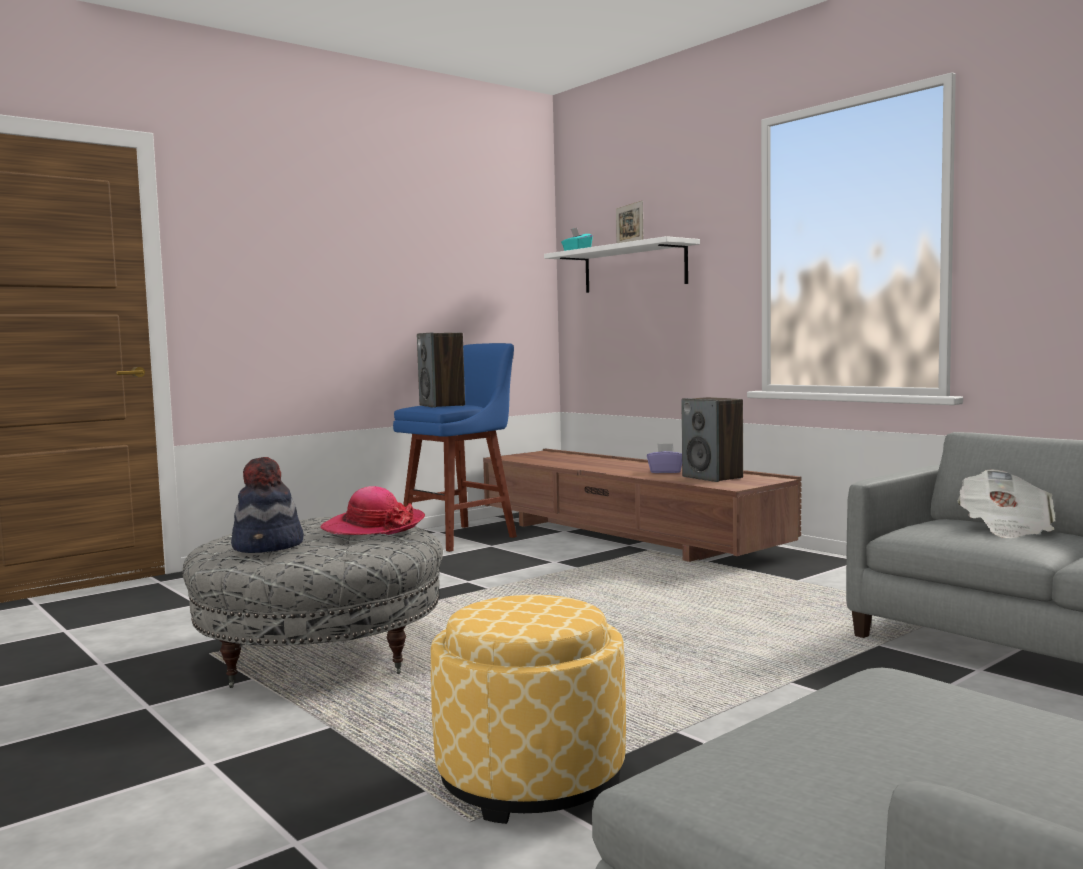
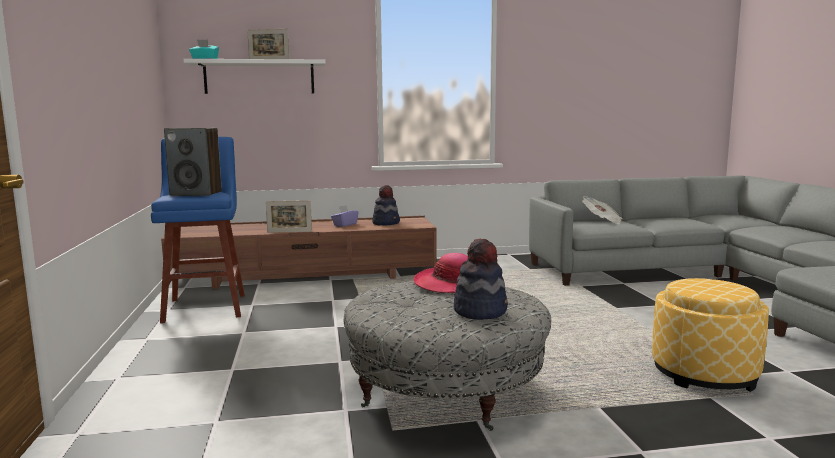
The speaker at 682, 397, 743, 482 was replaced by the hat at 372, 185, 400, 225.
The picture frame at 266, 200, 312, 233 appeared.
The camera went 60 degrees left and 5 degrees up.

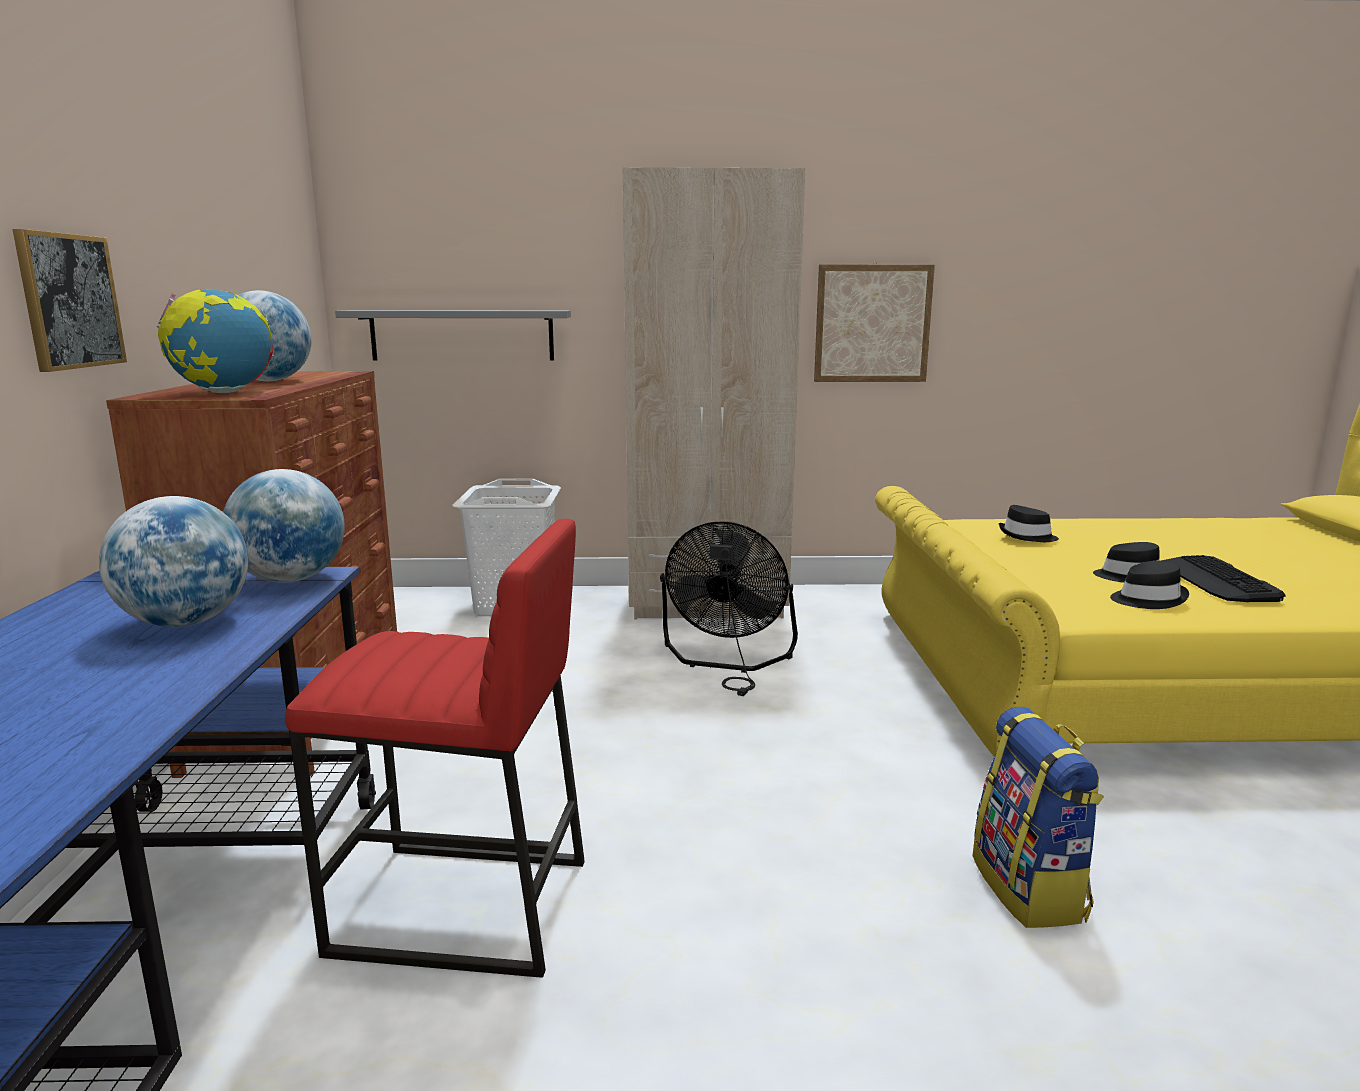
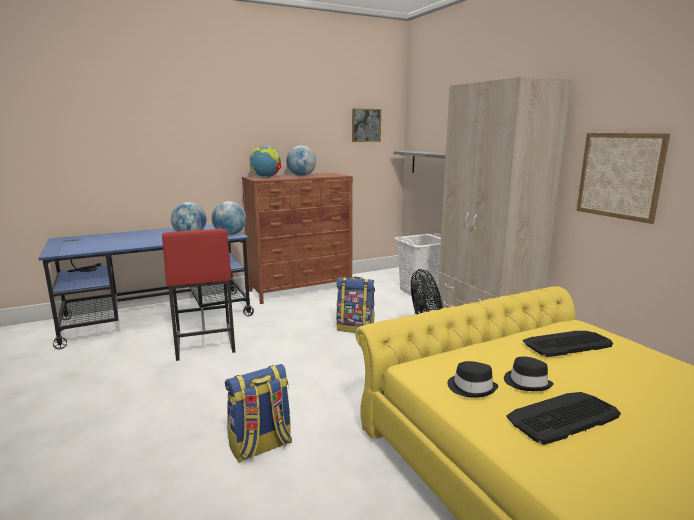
The picture moved from 12, 229, 127, 372 to 352, 108, 381, 142.
The black hat at 999, 505, 1059, 542 was replaced by the keyboard at 523, 331, 613, 357.
The backpack at 336, 277, 375, 333 appeared.
The camera went 65 degrees right and 0 degrees up.

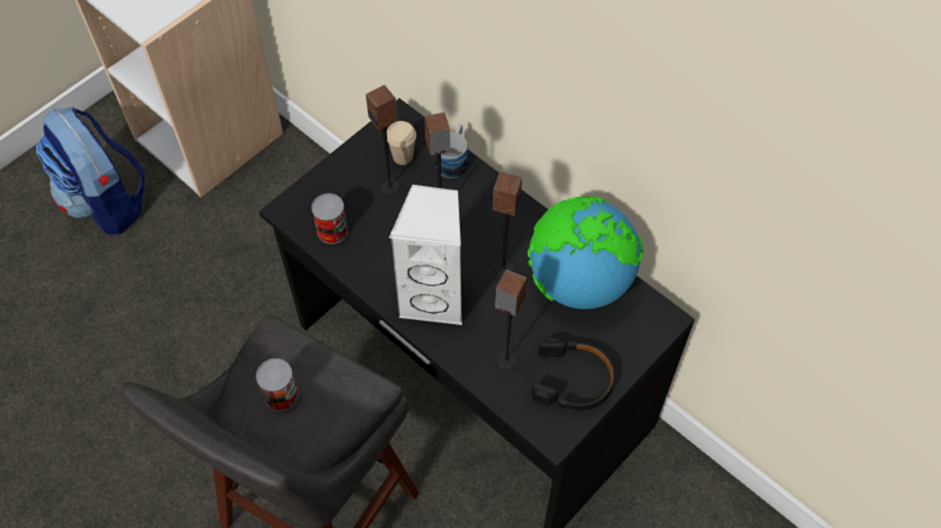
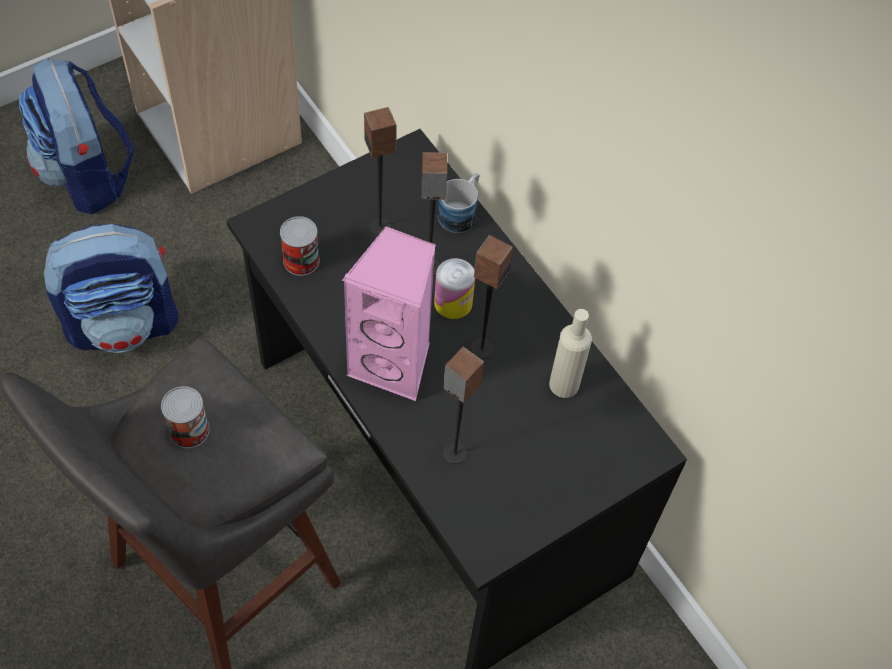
The beige cup at 387, 121, 416, 165 disappeared.
The white speaker at 389, 185, 462, 325 became the pink speaker at 342, 226, 436, 401.
The globe at 528, 196, 643, 309 was replaced by the beige bottle at 549, 309, 592, 398.
The black headphones at 531, 338, 615, 410 disappeared.
The backpack at 43, 224, 179, 353 appeared.
The can at 434, 258, 475, 319 appeared.
The camera went 10 degrees right and 0 degrees up.

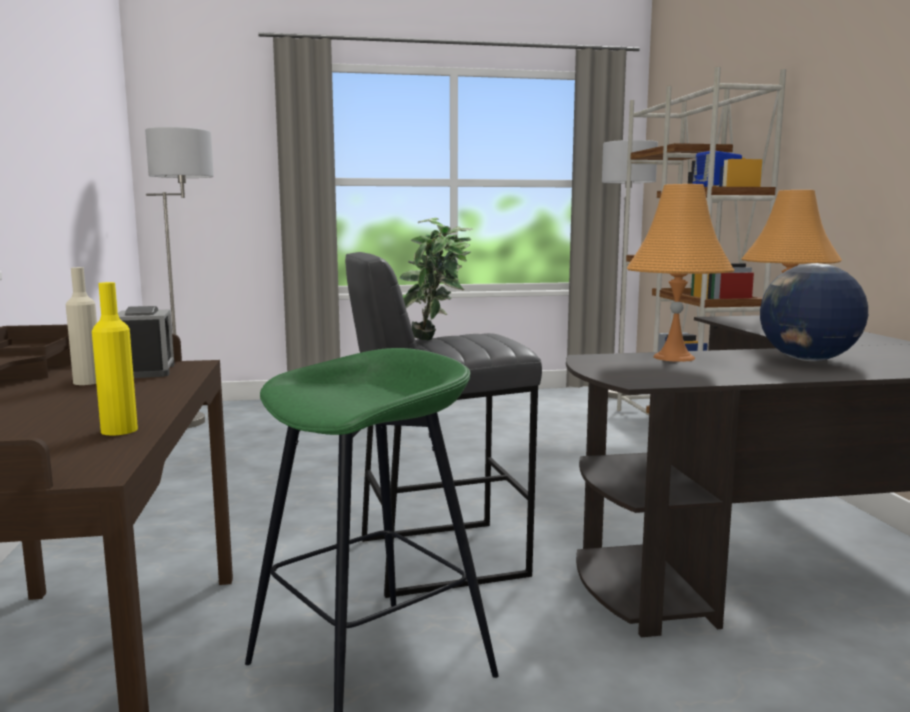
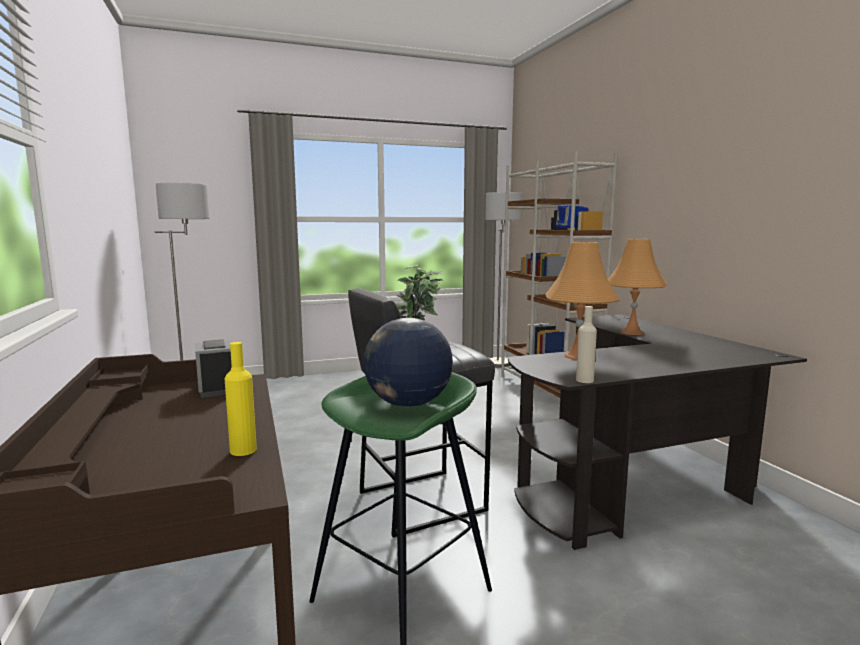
The globe moved from 760, 263, 868, 361 to 364, 318, 453, 407.
The beige bottle moved from 66, 267, 97, 385 to 576, 306, 597, 383.
The camera went 10 degrees left and 0 degrees up.

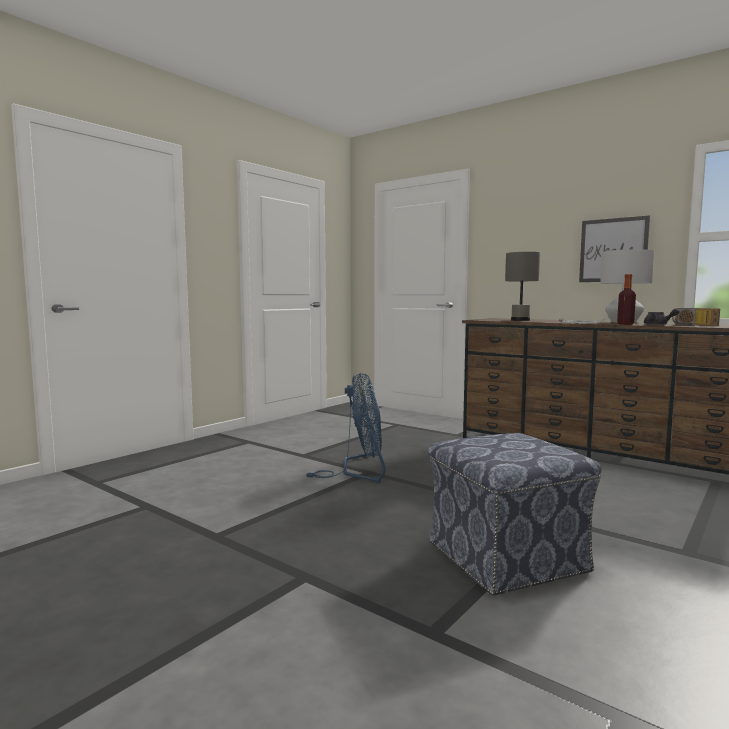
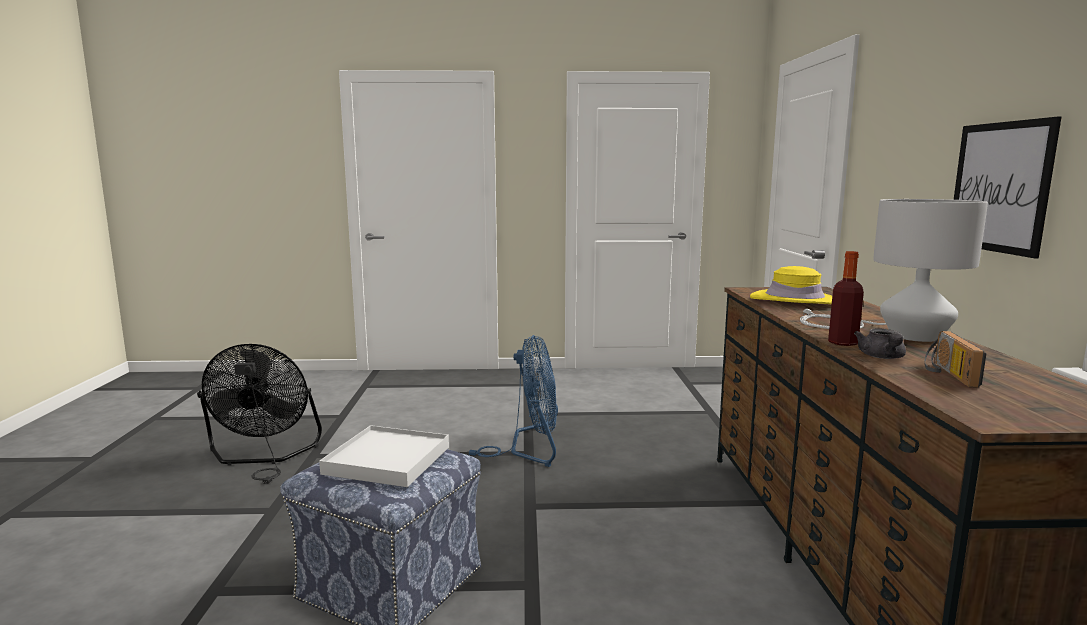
The grey table lamp at 505, 252, 540, 321 was replaced by the yellow hat at 750, 266, 832, 304.
The blue fan at 306, 372, 386, 483 turned 45 degrees counterclockwise.
The black fan at 197, 344, 322, 484 appeared.
The white tray at 319, 425, 449, 487 appeared.
The camera went 50 degrees right and 5 degrees up.

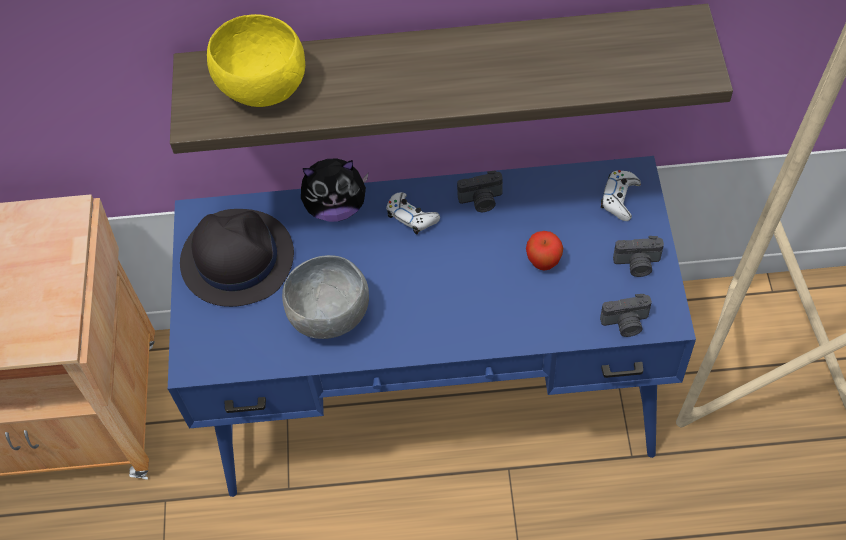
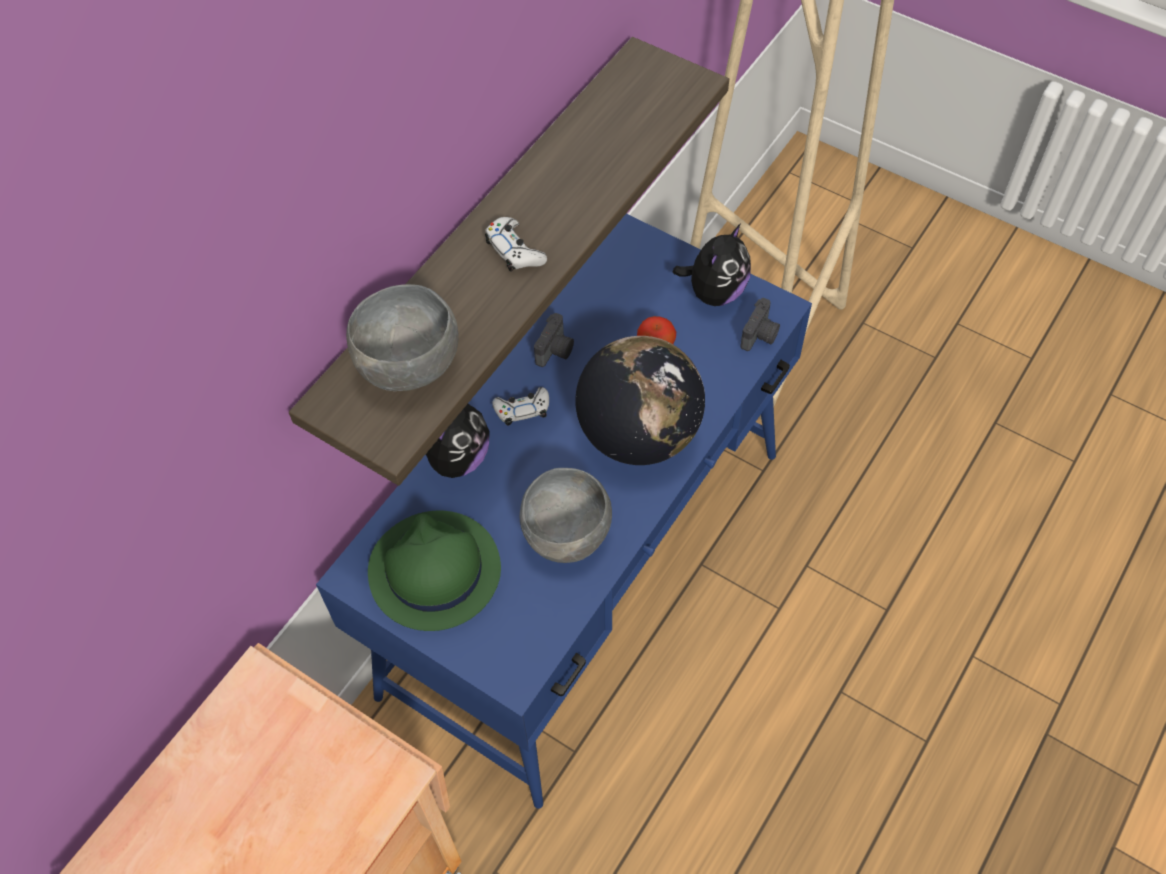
The yellow bowl at 207, 14, 305, 107 became the grey bowl at 346, 284, 459, 391.
The white game controller moved from 601, 170, 641, 221 to 485, 217, 547, 272.
The black hat at 180, 209, 294, 307 became the green hat at 368, 511, 501, 631.
The photo camera at 613, 236, 664, 277 was replaced by the plush toy at 672, 224, 751, 306.
The globe at 575, 336, 705, 465 appeared.
The camera went 55 degrees left and 0 degrees up.

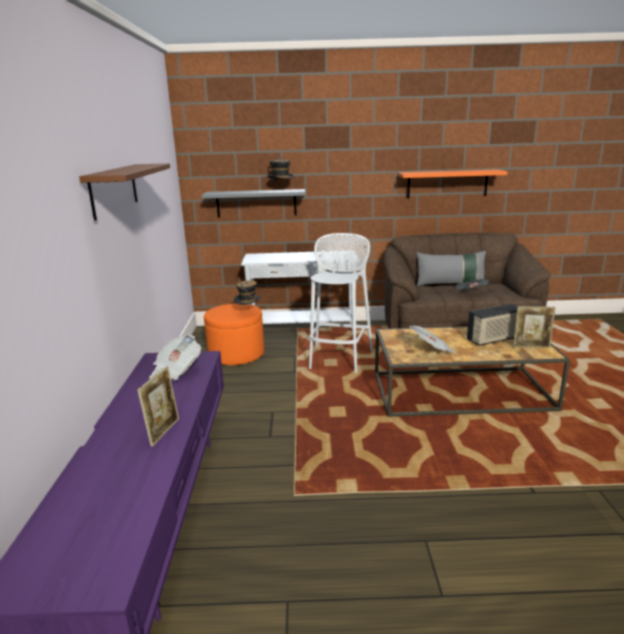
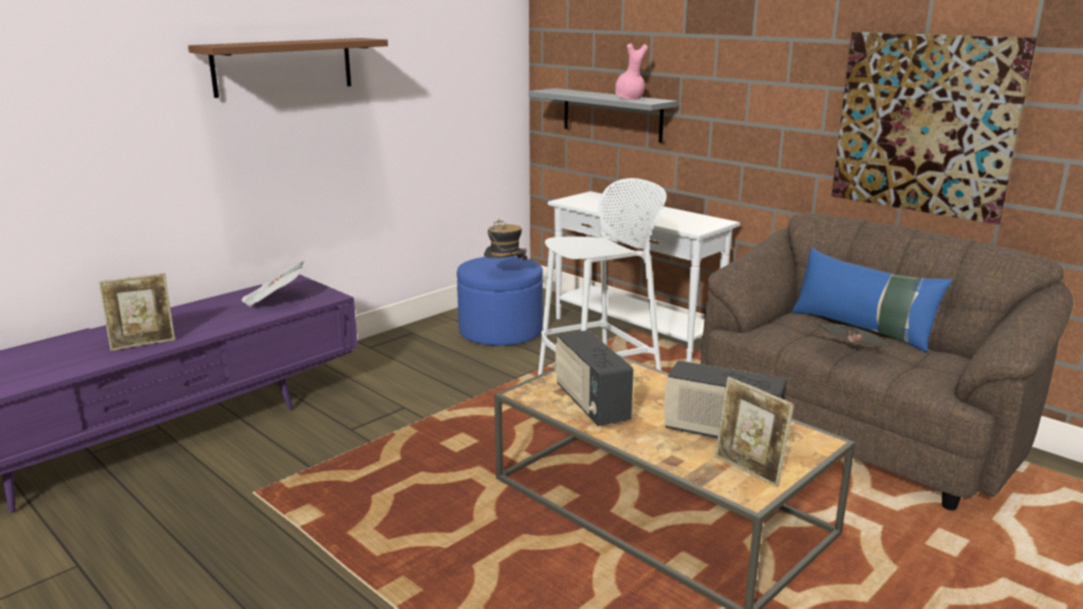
The hat at 268, 157, 293, 187 was replaced by the pink vase at 615, 44, 648, 100.
The orange shelf at 398, 169, 507, 198 was replaced by the picture at 832, 32, 1037, 225.
The grey pillow at 416, 251, 486, 286 became the blue pillow at 792, 248, 952, 352.
The orange ottoman at 204, 303, 264, 365 became the blue ottoman at 457, 256, 543, 346.
The newspaper at 409, 325, 456, 353 was replaced by the radio at 555, 330, 634, 426.
The camera went 45 degrees right and 0 degrees up.

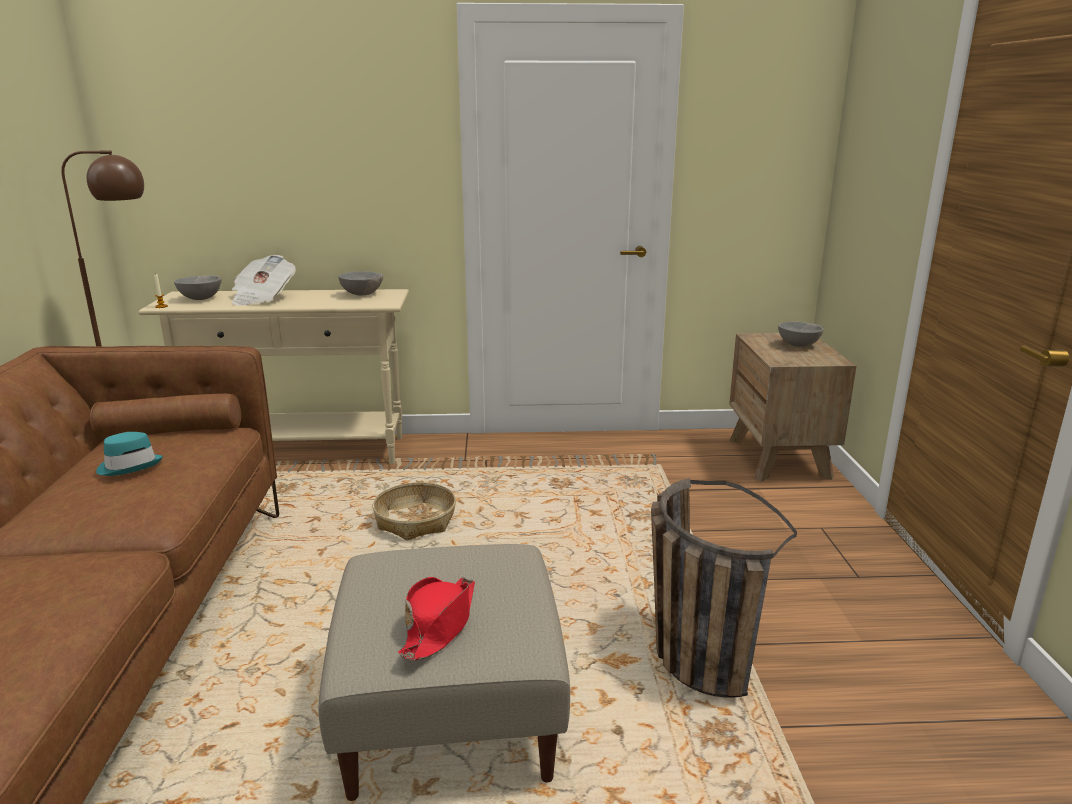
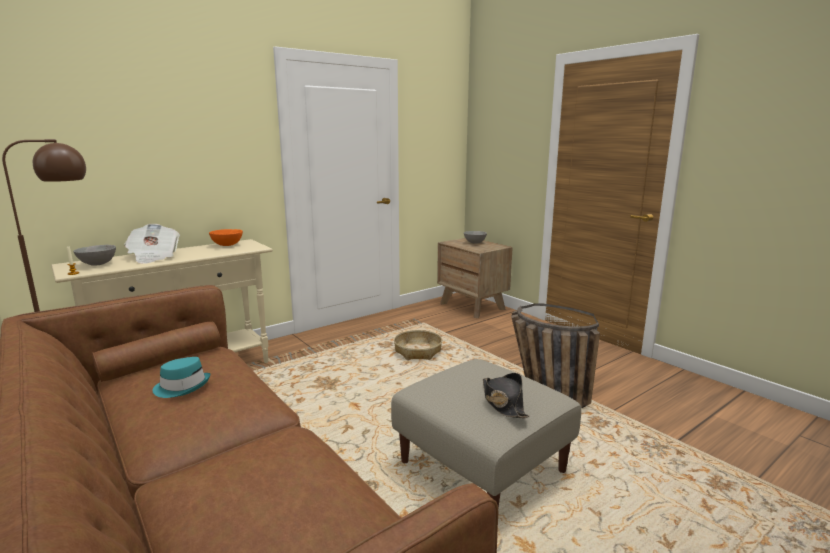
The grey bowl at 338, 271, 383, 295 became the orange bowl at 209, 229, 243, 246.
The basket moved from 373, 482, 456, 540 to 394, 330, 442, 360.
The red hat at 398, 577, 475, 661 became the black hat at 483, 373, 530, 418.
The camera went 35 degrees left and 5 degrees down.

